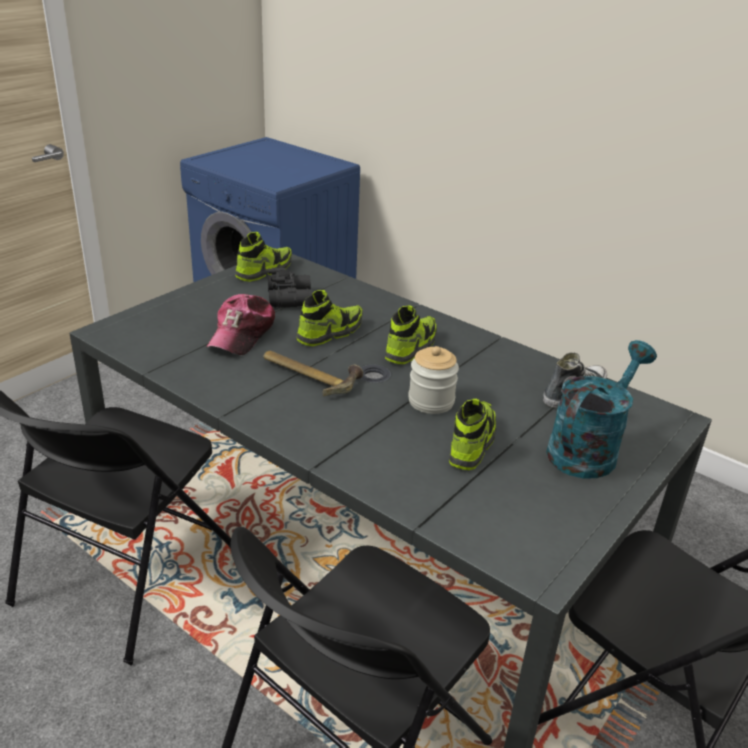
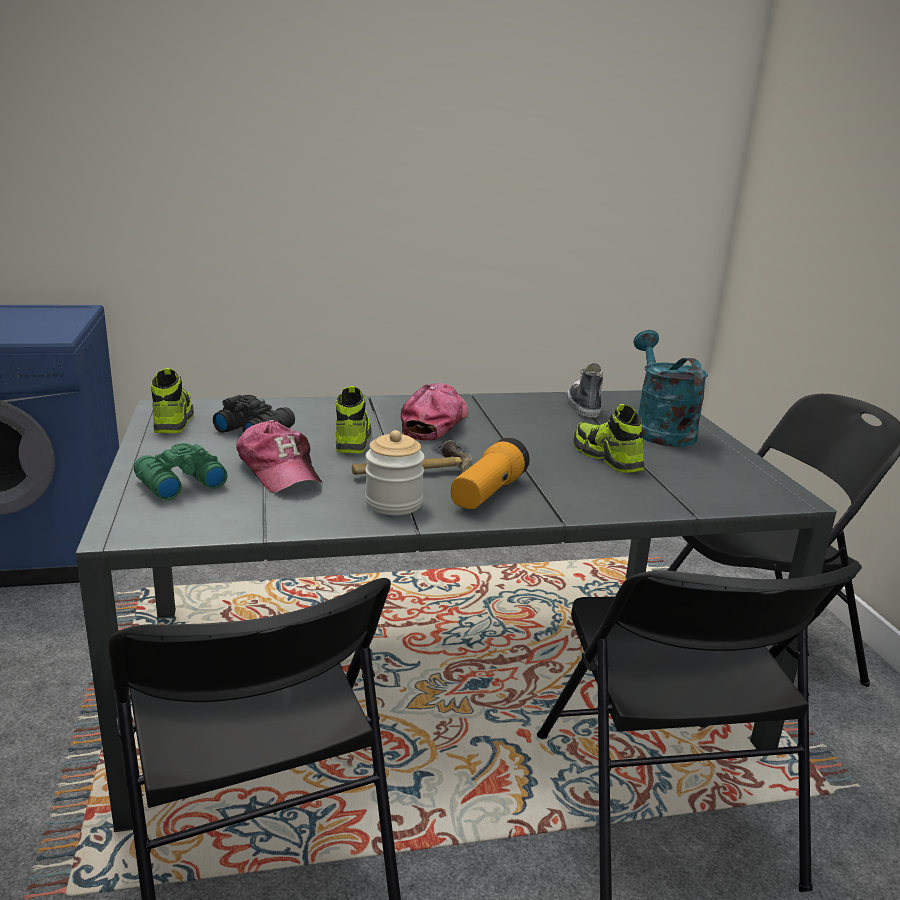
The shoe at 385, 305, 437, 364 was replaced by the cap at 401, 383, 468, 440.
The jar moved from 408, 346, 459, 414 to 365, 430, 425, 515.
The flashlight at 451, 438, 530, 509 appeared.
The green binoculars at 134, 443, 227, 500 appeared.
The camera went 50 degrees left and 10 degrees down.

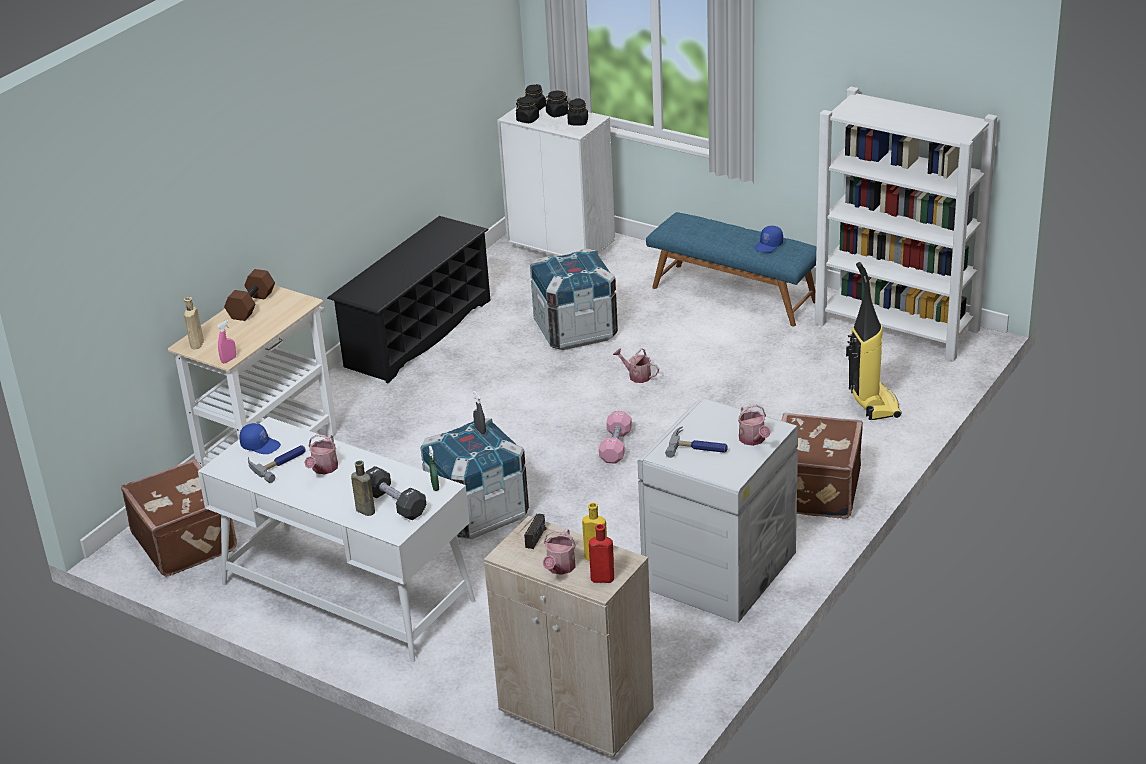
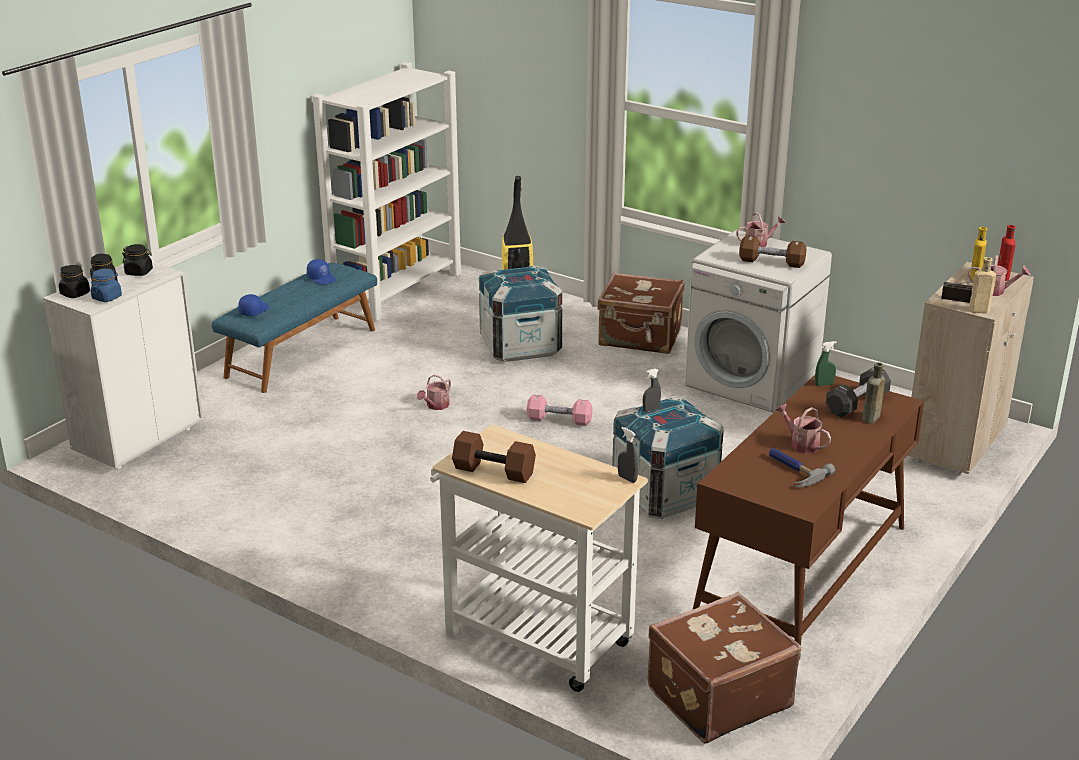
The black jar at 516, 96, 539, 123 became the blue jar at 91, 269, 122, 302.
The black shoe rack at 327, 216, 491, 383 disappeared.
The crate moved from 530, 249, 618, 350 to 479, 265, 563, 362.
The beige bottle moved from 184, 297, 204, 349 to 969, 257, 996, 314.
The pink spray bottle at 217, 320, 236, 363 became the grey spray bottle at 618, 427, 638, 483.
The white desk at 198, 417, 476, 662 became the brown desk at 693, 375, 924, 660.
The blue cap moved from 239, 423, 281, 454 to 238, 294, 269, 316.
The hammer at 665, 426, 728, 458 was replaced by the brown dumbbell at 739, 236, 806, 268.
The watering can at 304, 434, 338, 475 turned 150 degrees counterclockwise.
The camera went 90 degrees left and 5 degrees down.

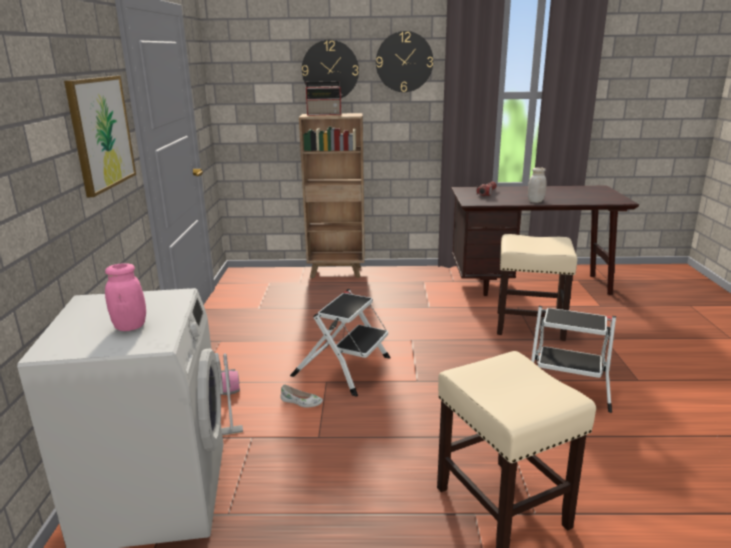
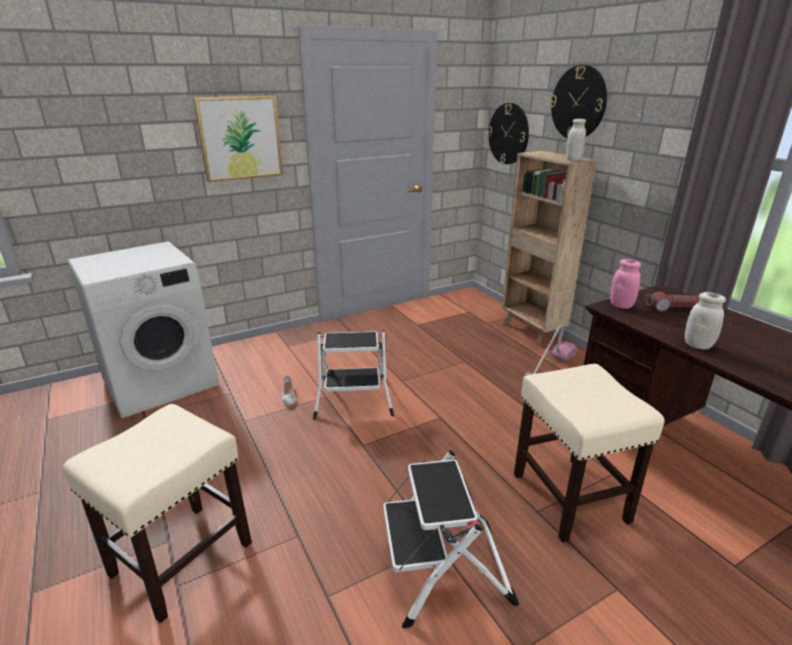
The wall clock moved from 376, 31, 433, 92 to 487, 103, 529, 164.
The radio at 306, 81, 342, 116 disappeared.
The pink jar moved from 105, 263, 146, 331 to 610, 259, 641, 309.
The vacuum cleaner moved from 221, 353, 243, 435 to 524, 325, 577, 376.
The white jar at 566, 119, 586, 161 appeared.
The camera went 60 degrees right and 5 degrees up.

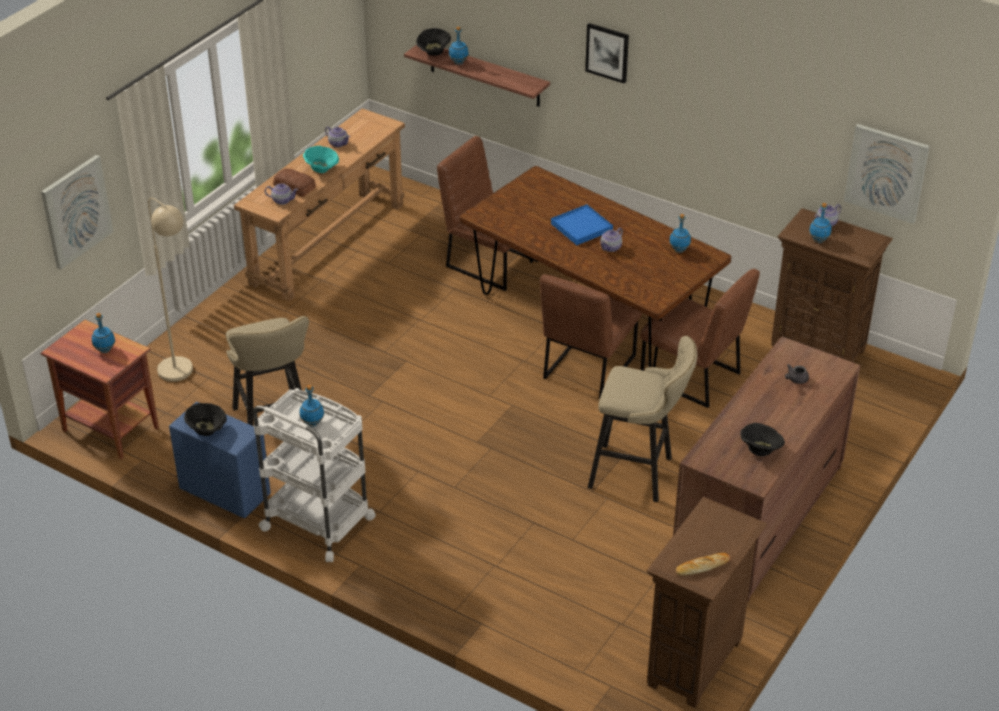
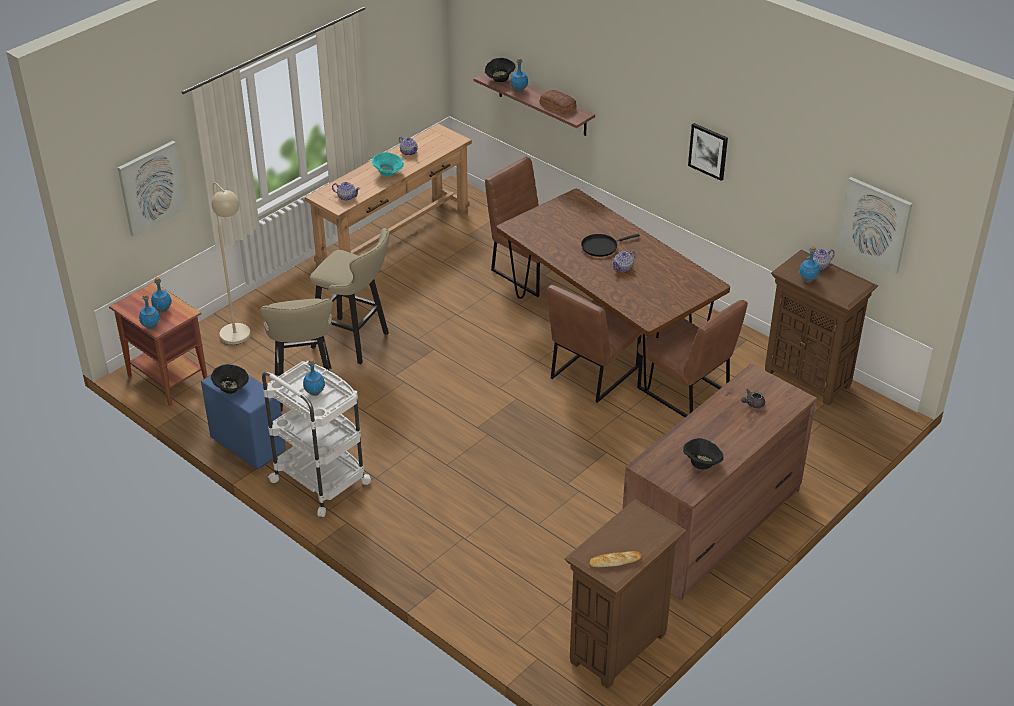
The picture moved from 585, 23, 629, 84 to 688, 123, 728, 181.
The bread moved from 273, 169, 316, 197 to 539, 90, 577, 115.
The blue tray at 551, 204, 613, 245 was replaced by the black frying pan at 581, 234, 640, 257.
The blue bottle moved from 669, 214, 691, 253 to 139, 294, 160, 329.
The beige stool moved from 588, 336, 697, 502 to 310, 228, 389, 364.
The camera went 10 degrees right and 0 degrees up.

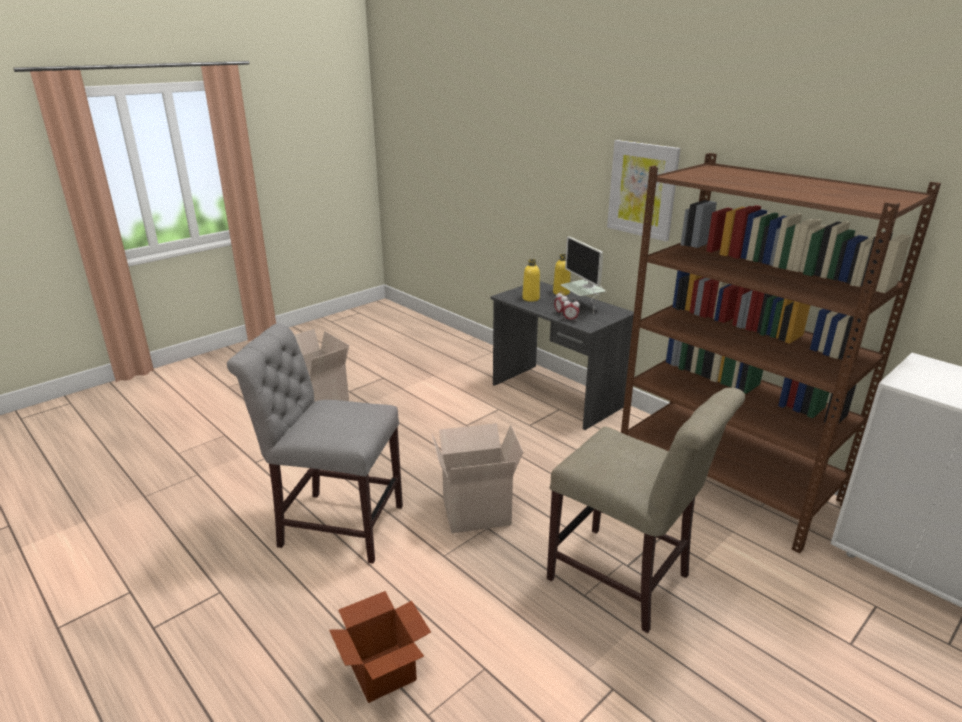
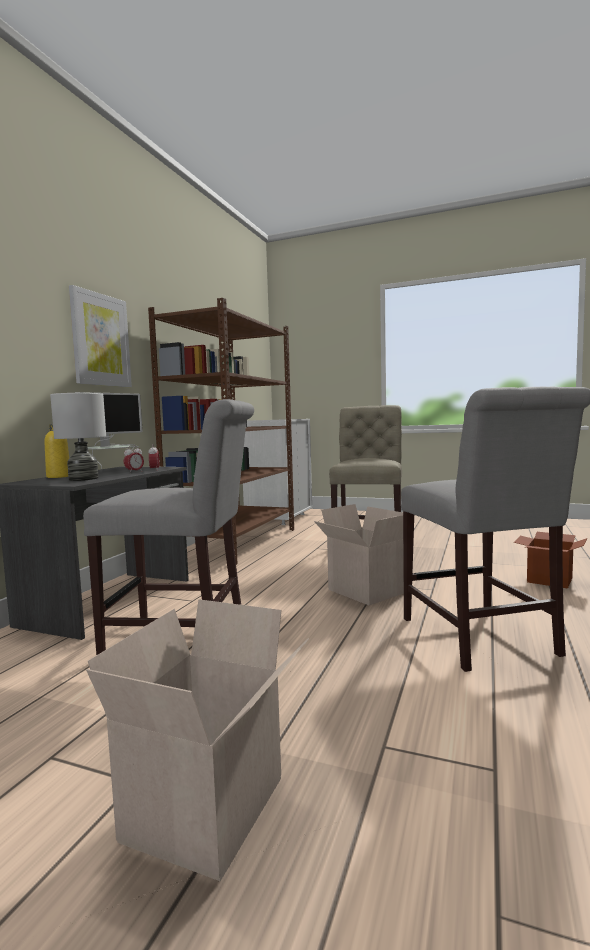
The yellow bottle at 522, 259, 540, 302 was replaced by the grey table lamp at 50, 393, 106, 481.
The grey chair at 83, 399, 254, 655 appeared.
The camera went 115 degrees left and 20 degrees down.

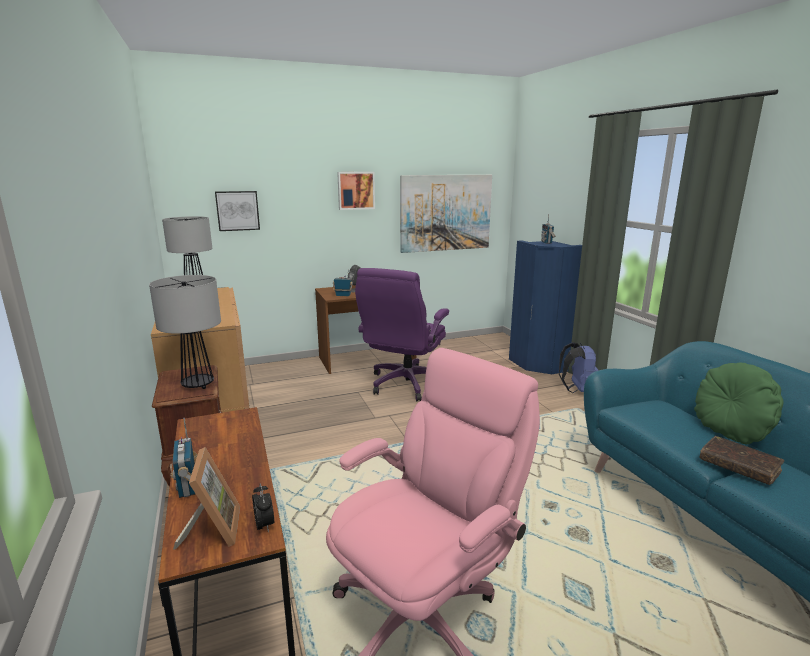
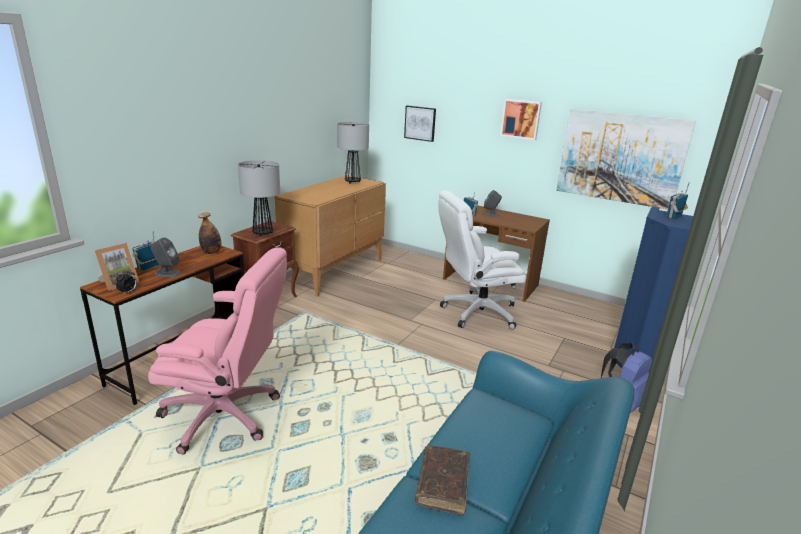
The purple office chair at 355, 268, 449, 401 became the white office chair at 438, 190, 526, 330.
The green pillow at 694, 362, 783, 444 disappeared.
The bottle at 198, 213, 221, 254 appeared.
The grey speaker at 151, 238, 180, 277 appeared.
The camera went 50 degrees right and 5 degrees up.

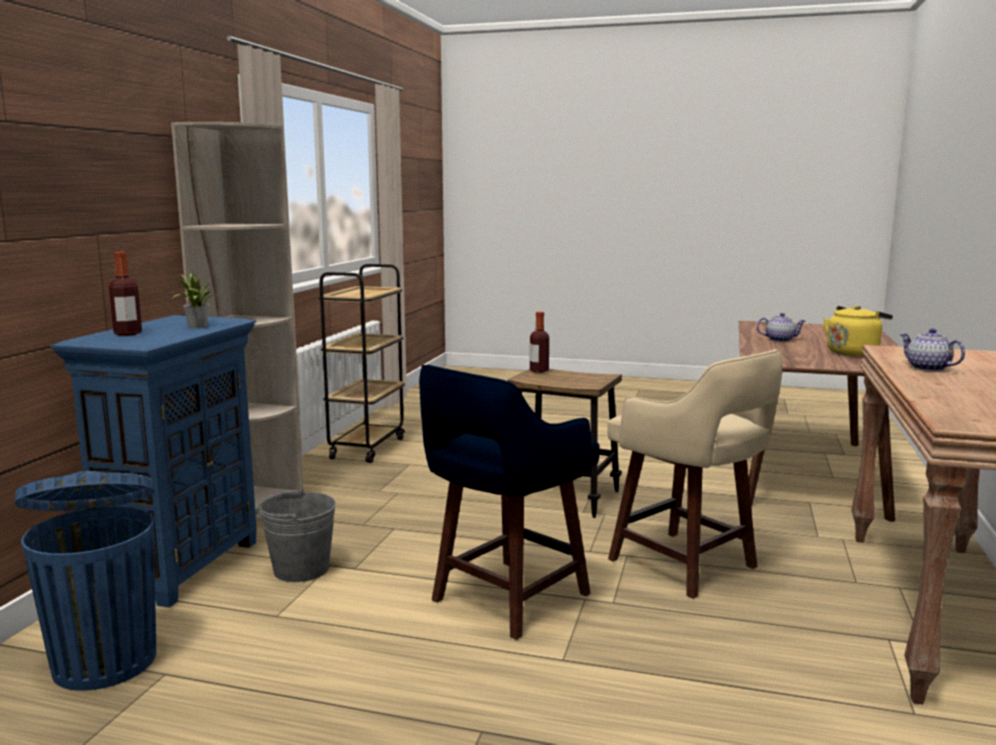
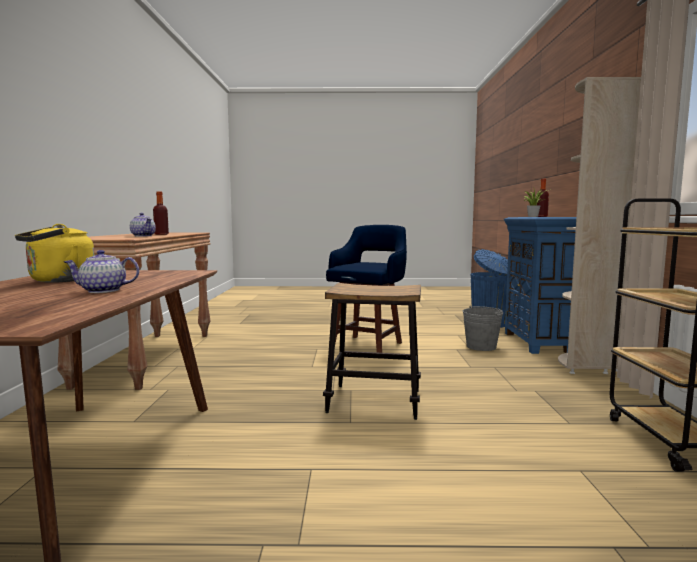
The bottle moved from 530, 312, 549, 373 to 153, 192, 169, 235.
The beige stool at 607, 349, 782, 599 disappeared.
The camera went 165 degrees right and 5 degrees down.

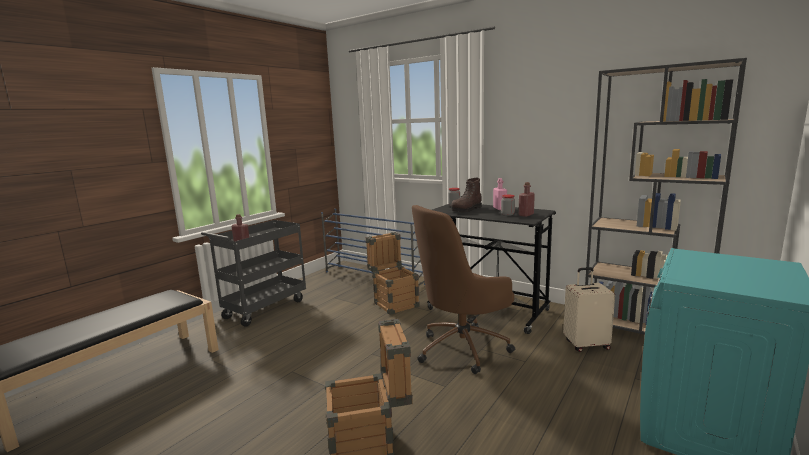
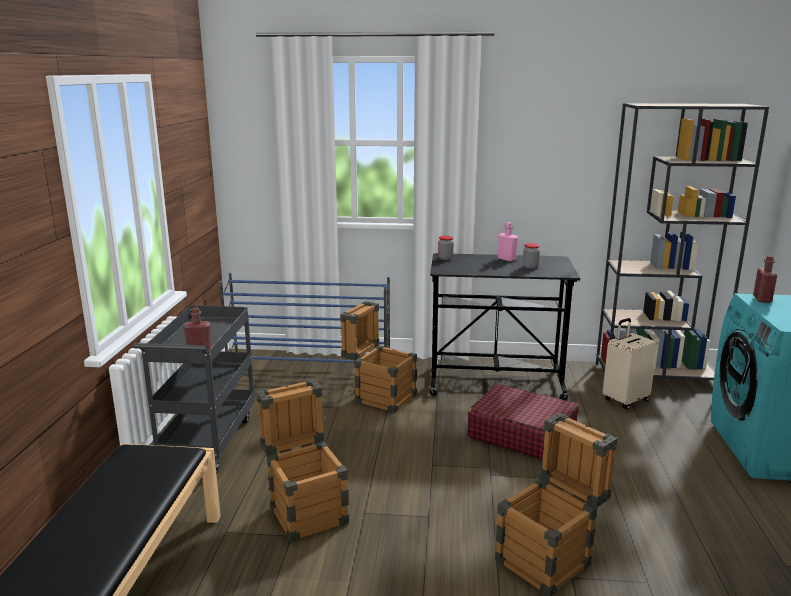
The brown boot at 451, 178, 482, 212 disappeared.
The red bottle moved from 519, 182, 535, 217 to 753, 256, 777, 303.
The brown office chair at 412, 205, 515, 374 was replaced by the red suitcase at 467, 384, 579, 460.
The crate at 256, 379, 349, 542 appeared.
The camera went 30 degrees left and 5 degrees up.

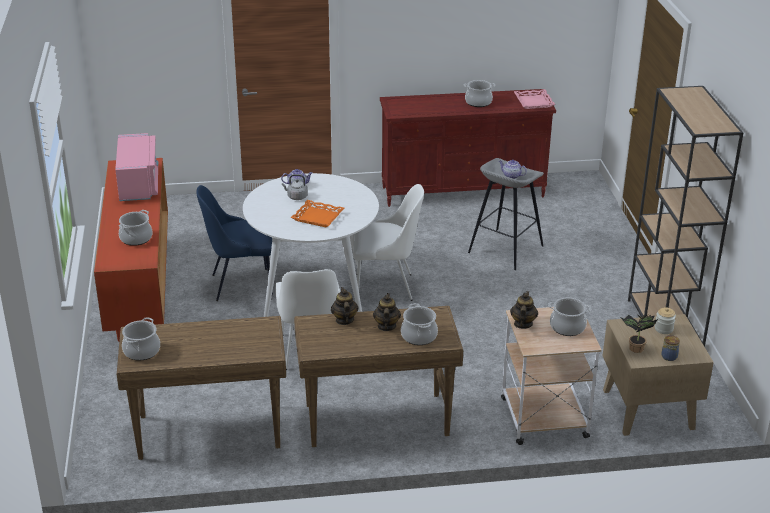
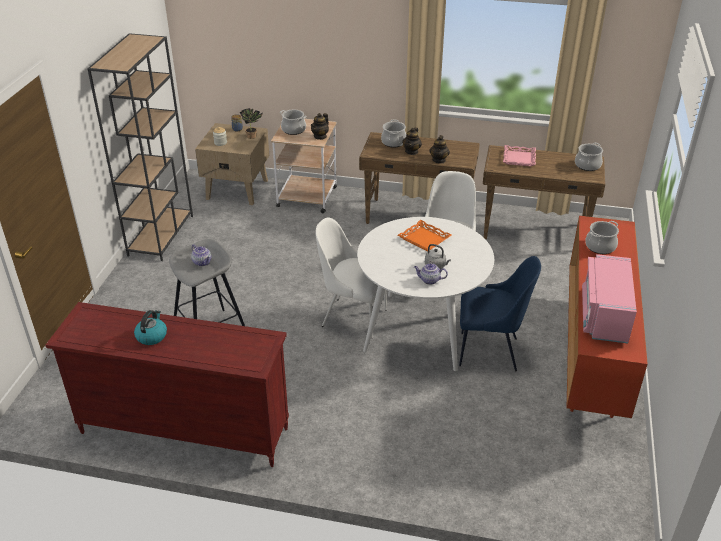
The cooking pot at 463, 80, 496, 107 was replaced by the kettle at 134, 310, 167, 345.
The pink tray moved from 514, 89, 555, 109 to 503, 145, 536, 166.
The camera went 160 degrees left and 5 degrees up.

